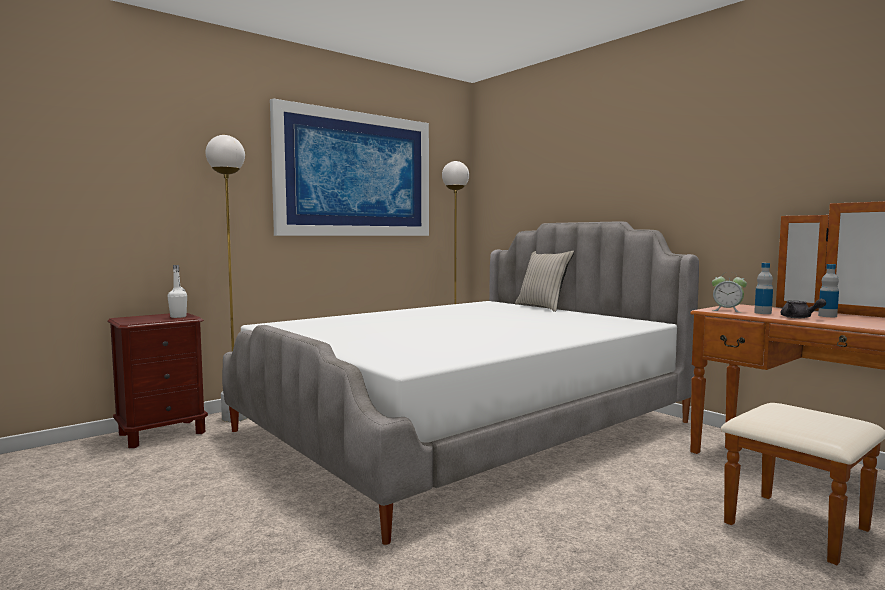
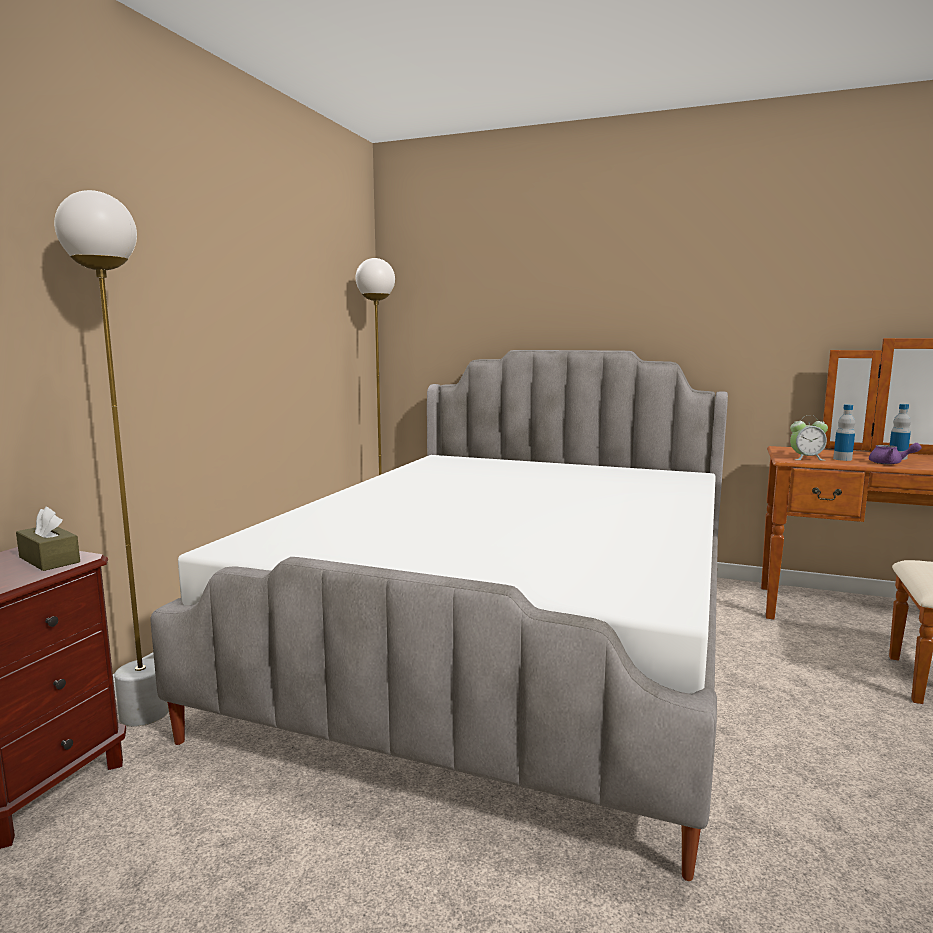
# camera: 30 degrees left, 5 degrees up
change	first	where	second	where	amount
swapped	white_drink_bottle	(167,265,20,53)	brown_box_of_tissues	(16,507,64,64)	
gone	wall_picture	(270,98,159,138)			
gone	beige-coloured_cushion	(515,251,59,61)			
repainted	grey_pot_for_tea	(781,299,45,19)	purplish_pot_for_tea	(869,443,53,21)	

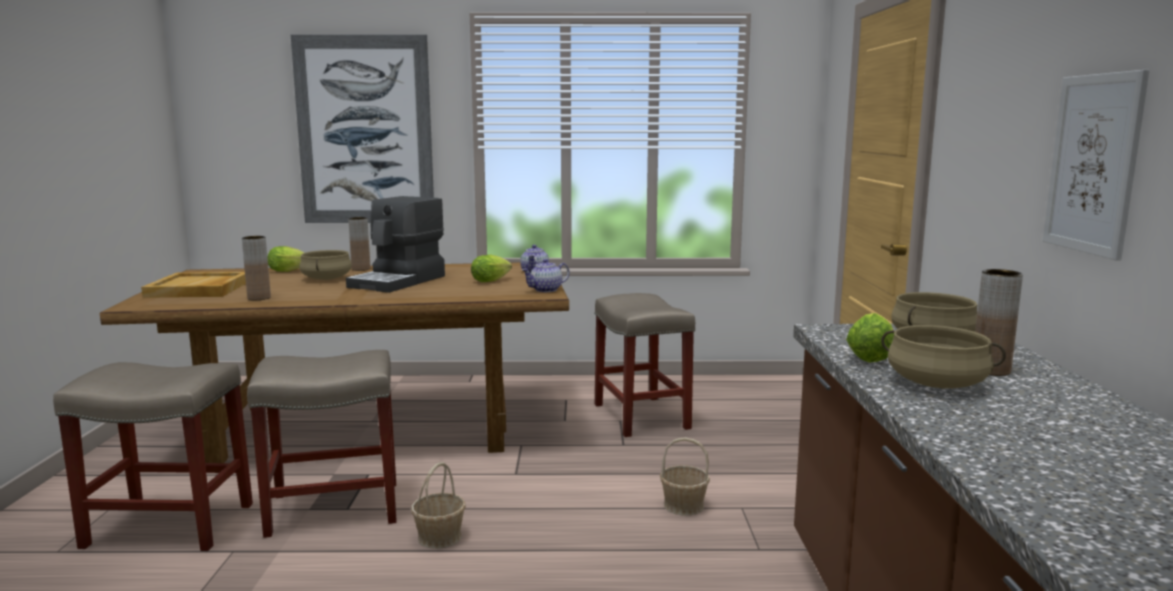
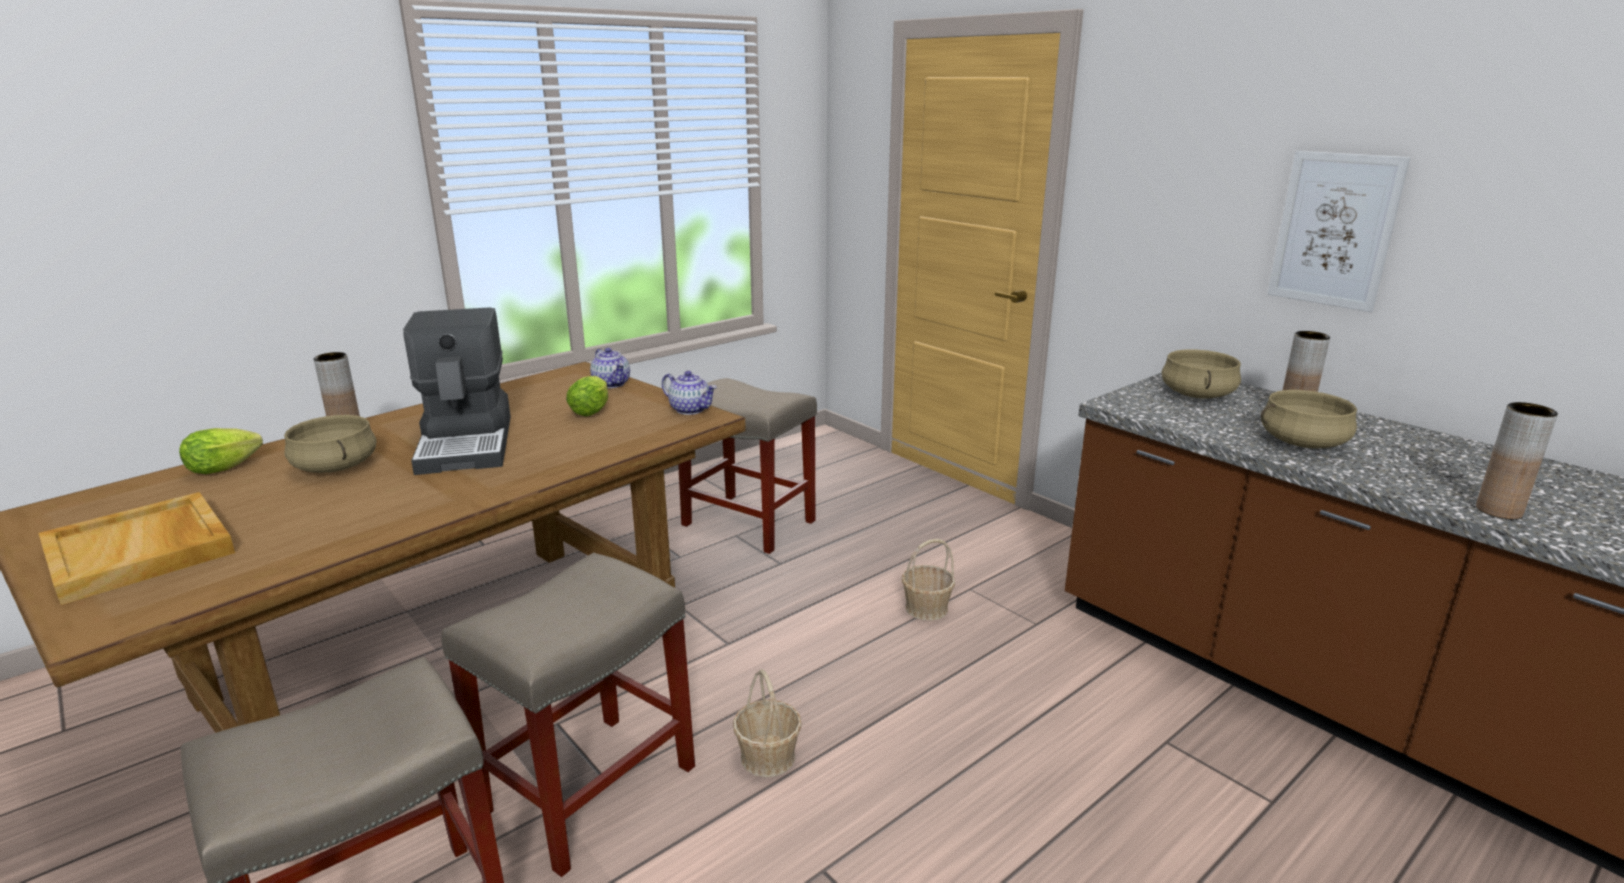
# camera: 40 degrees left, 10 degrees up
change	first	where	second	where	amount
shifted	brown_vase	(242,236,29,64)		(1476,402,82,117)	
gone	wall_picture	(291,35,143,188)			
rotated	pot_for_tea	(522,259,48,33)		(662,371,55,44)	75 degrees counterclockwise
gone	head_of_lettuce	(846,313,48,50)			

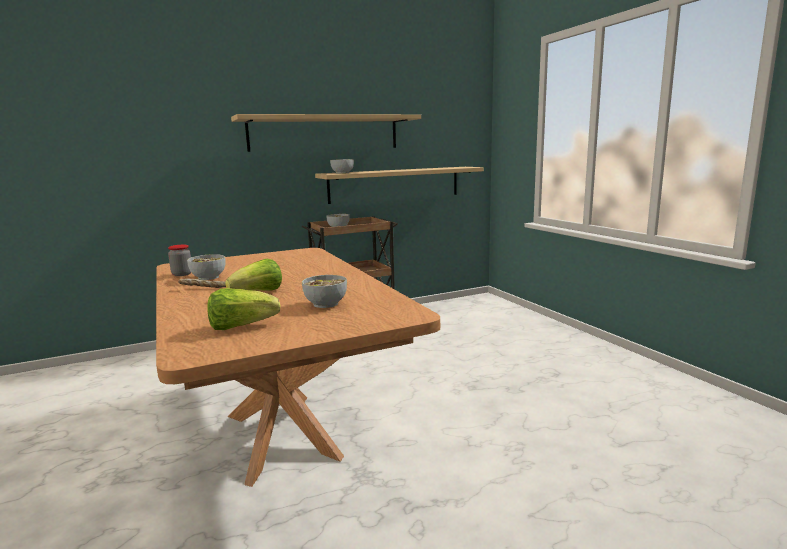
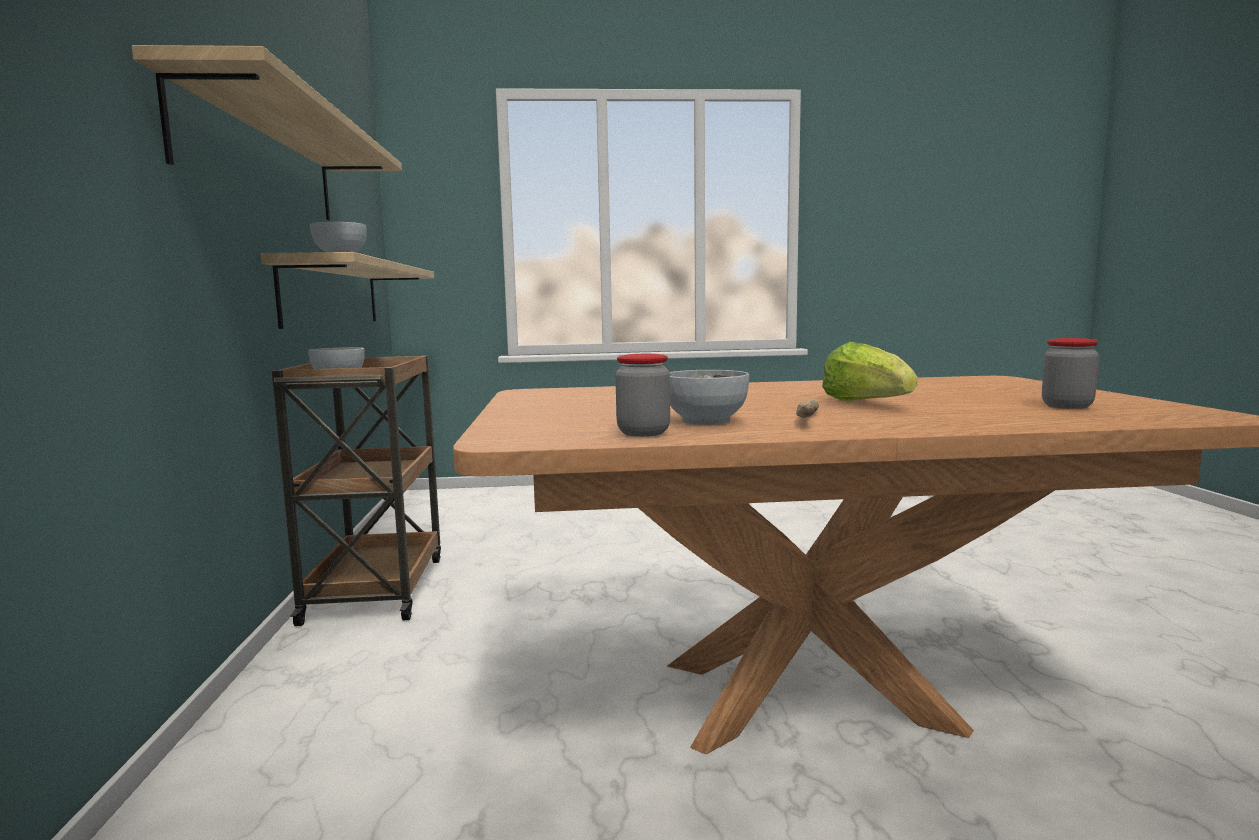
# camera: 70 degrees left, 5 degrees down
change	first	where	second	where	amount
swapped	head_of_lettuce	(207,288,74,42)	preserve_jar	(1042,338,57,71)	
gone	serving_bowl	(302,275,45,33)			

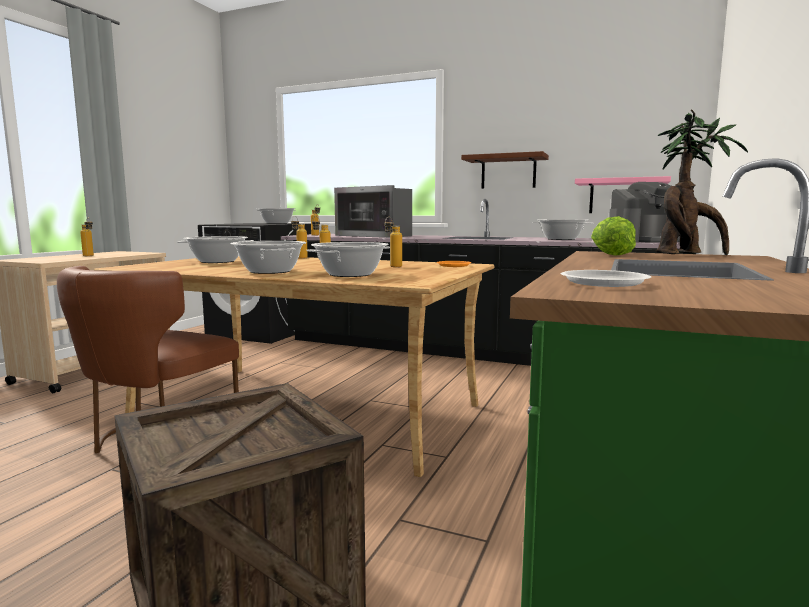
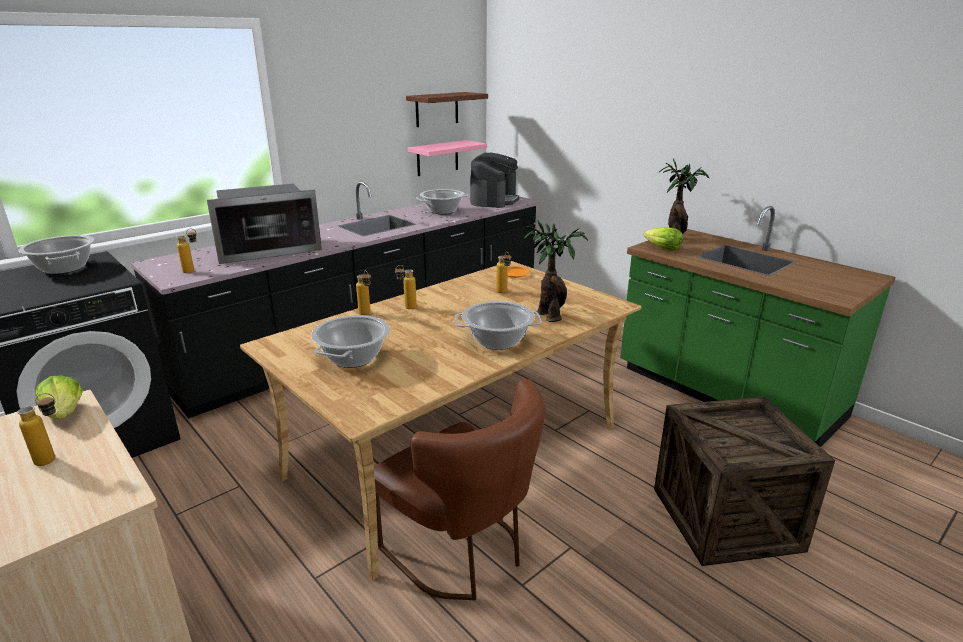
# camera: 65 degrees left, 15 degrees up
change	first	where	second	where	amount
swapped	saucepot	(306,242,84,35)	houseplant	(523,220,65,102)	
shifted	brown_bracket_shelf	(461,151,88,38)		(406,92,82,35)	
gone	white_flat_dish	(560,270,91,17)			
new			head_of_lettuce	(35,376,48,43)	

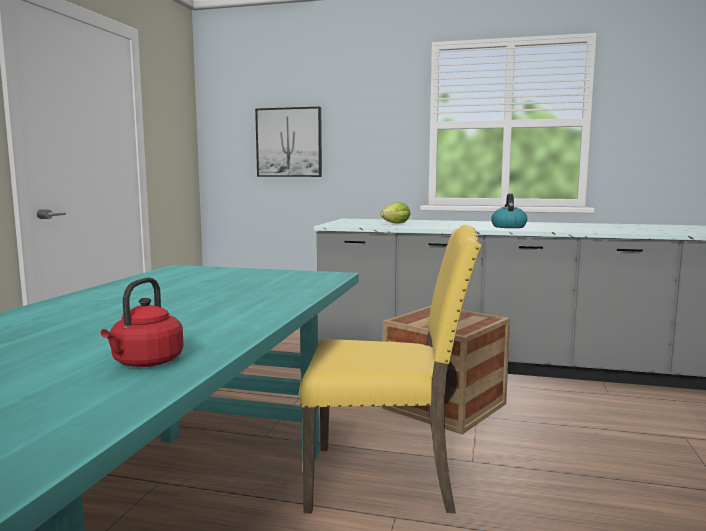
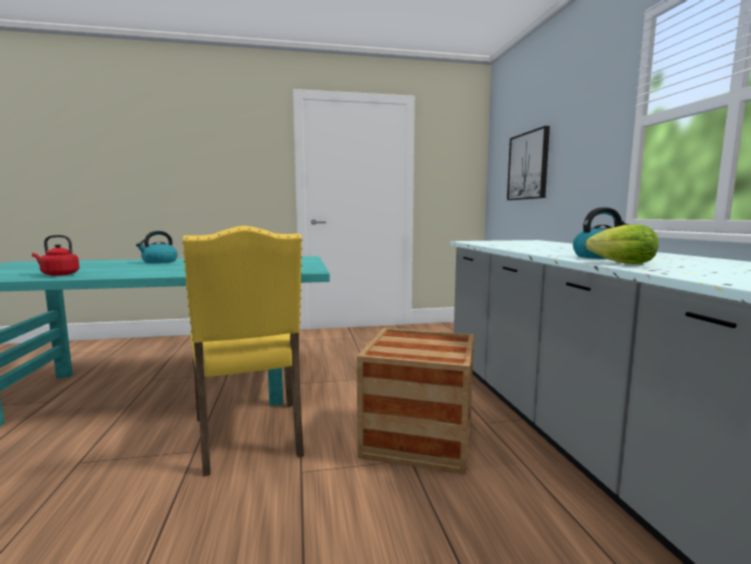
# camera: 65 degrees right, 0 degrees up
change	first	where	second	where	amount
shifted	head_of_lettuce	(380,202,31,22)		(585,225,74,39)	
new			tea_kettle	(136,231,42,32)	

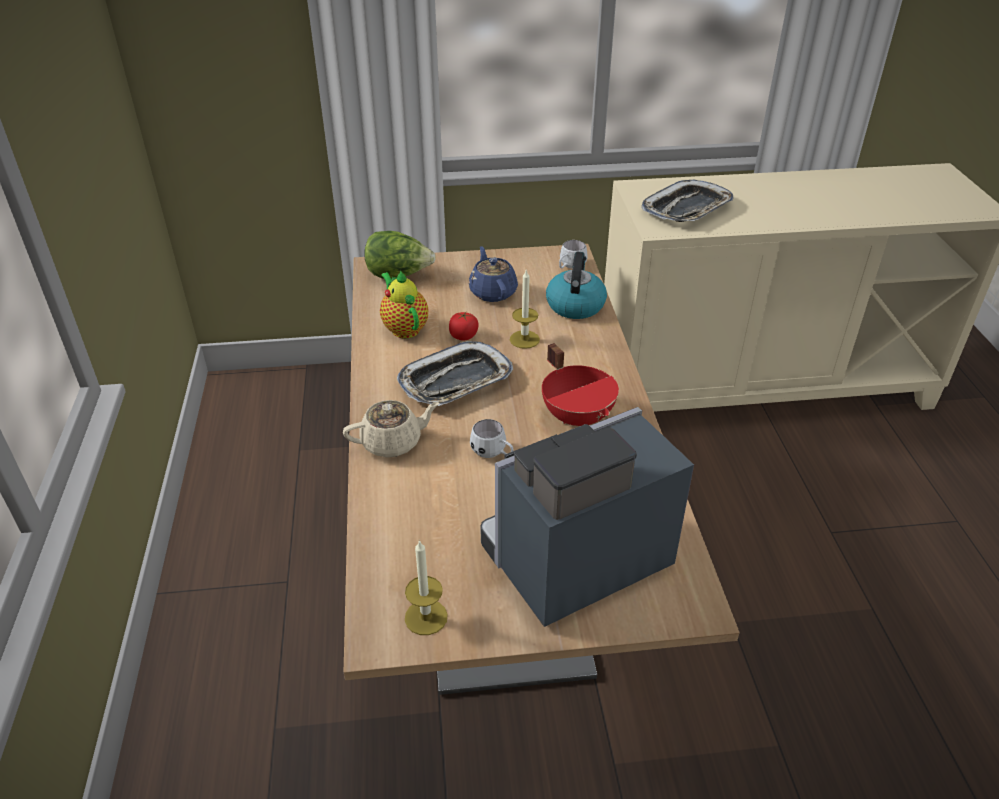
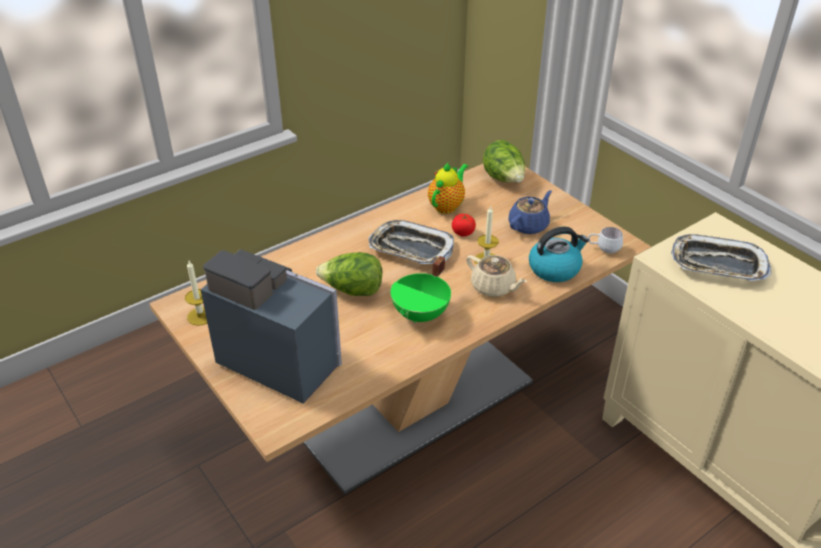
# camera: 60 degrees right, 0 degrees up
change	first	where	second	where	amount
shifted	beige-coloured_pot_for_tea	(343,400,96,58)		(466,255,61,42)	
swapped	white_tea_mug	(470,419,44,39)	head_of_lettuce	(316,252,66,44)	
repainted	red_saucepot	(542,343,77,83)	green_saucepot	(391,256,60,67)	

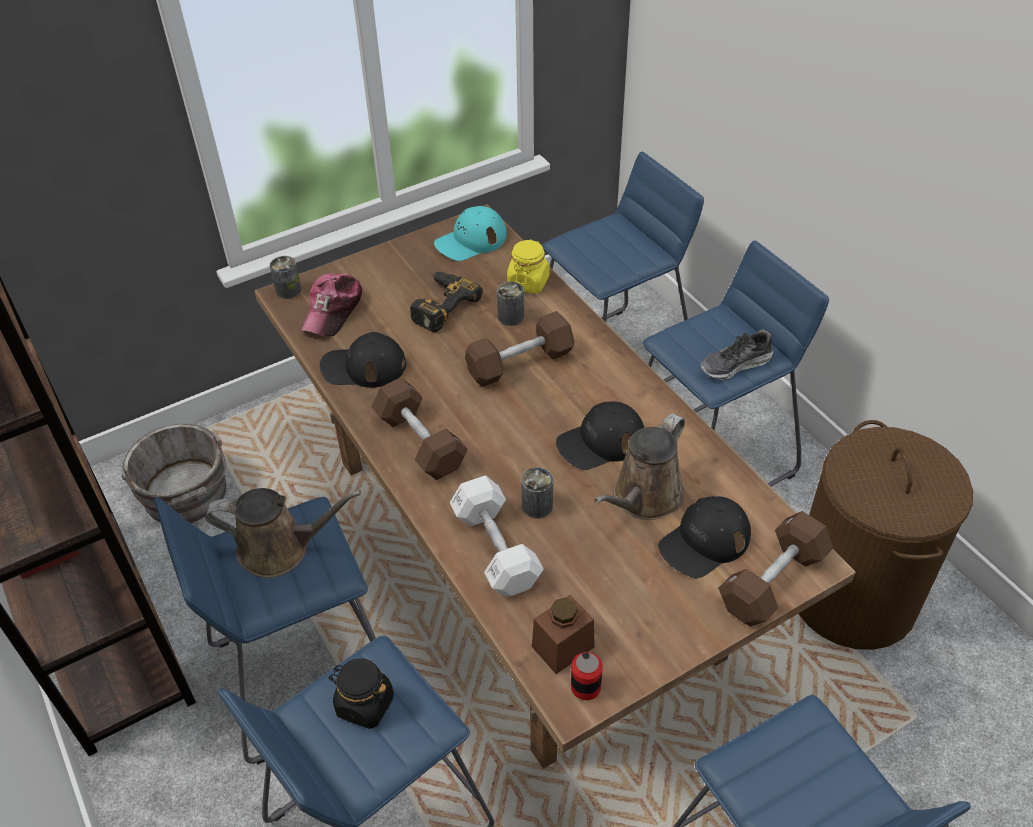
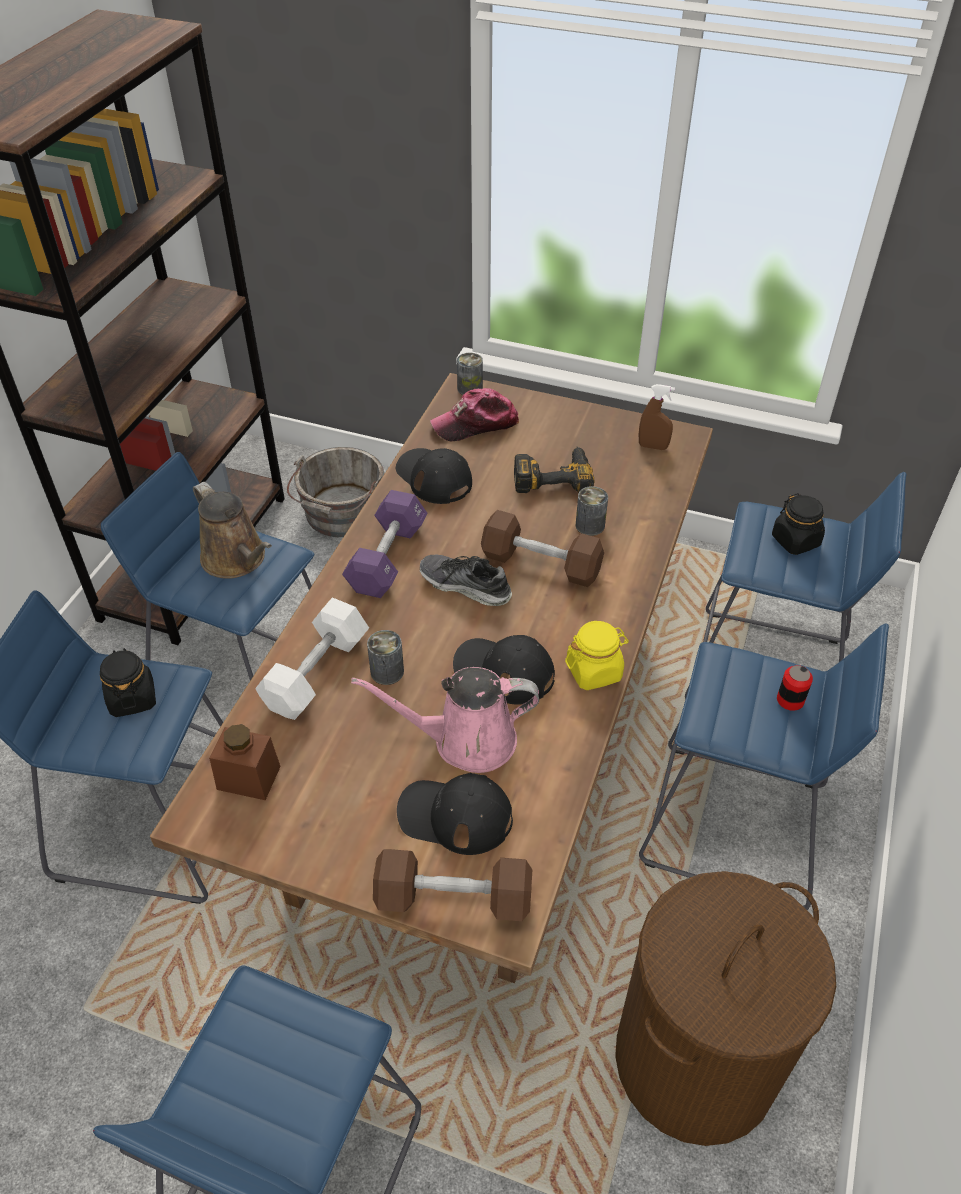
# camera: 50 degrees right, 0 degrees up
change	first	where	second	where	amount
repainted	brown_dumbbell	(372,377,96,103)	purplish_dumbbell	(342,490,85,108)	
swapped	turquoise_peaked_cap	(434,206,73,55)	brown_sprayer	(638,384,37,66)	
shifted	yellow-coloured_preserve_jar	(507,239,43,55)		(565,621,64,69)	
shifted	can	(571,652,32,48)		(777,665,36,46)	
repainted	brown_sprinkling_can	(595,414,90,106)	pink_sprinkling_can	(351,667,188,106)	
shifted	shoe	(701,329,72,51)		(419,555,93,51)	
new			black_preserve_jar	(772,493,53,62)	

